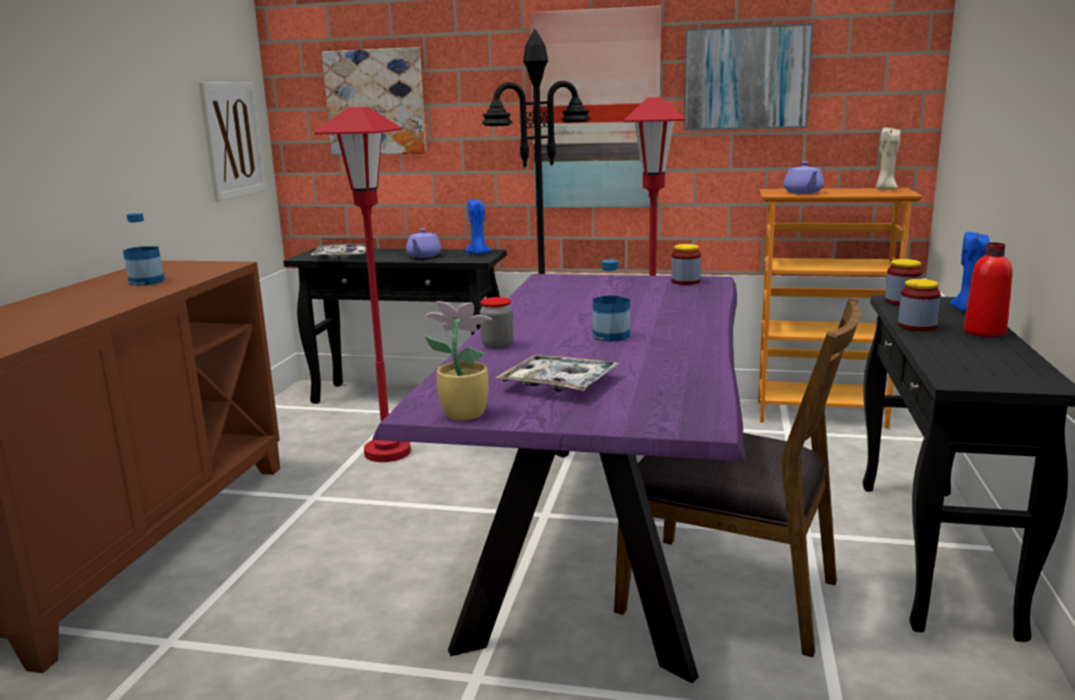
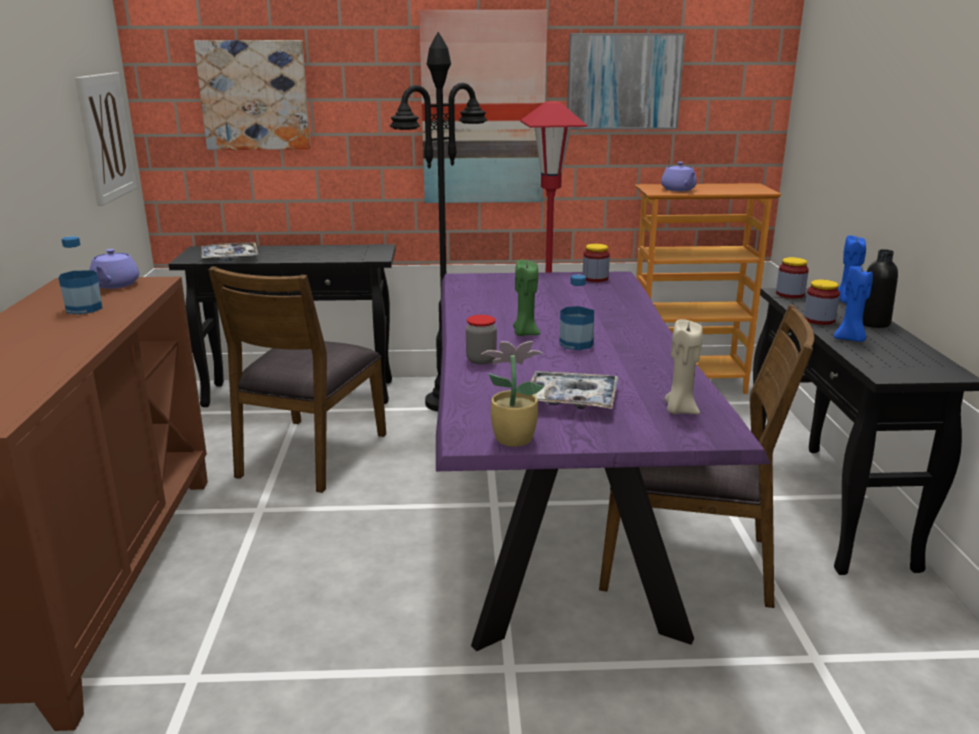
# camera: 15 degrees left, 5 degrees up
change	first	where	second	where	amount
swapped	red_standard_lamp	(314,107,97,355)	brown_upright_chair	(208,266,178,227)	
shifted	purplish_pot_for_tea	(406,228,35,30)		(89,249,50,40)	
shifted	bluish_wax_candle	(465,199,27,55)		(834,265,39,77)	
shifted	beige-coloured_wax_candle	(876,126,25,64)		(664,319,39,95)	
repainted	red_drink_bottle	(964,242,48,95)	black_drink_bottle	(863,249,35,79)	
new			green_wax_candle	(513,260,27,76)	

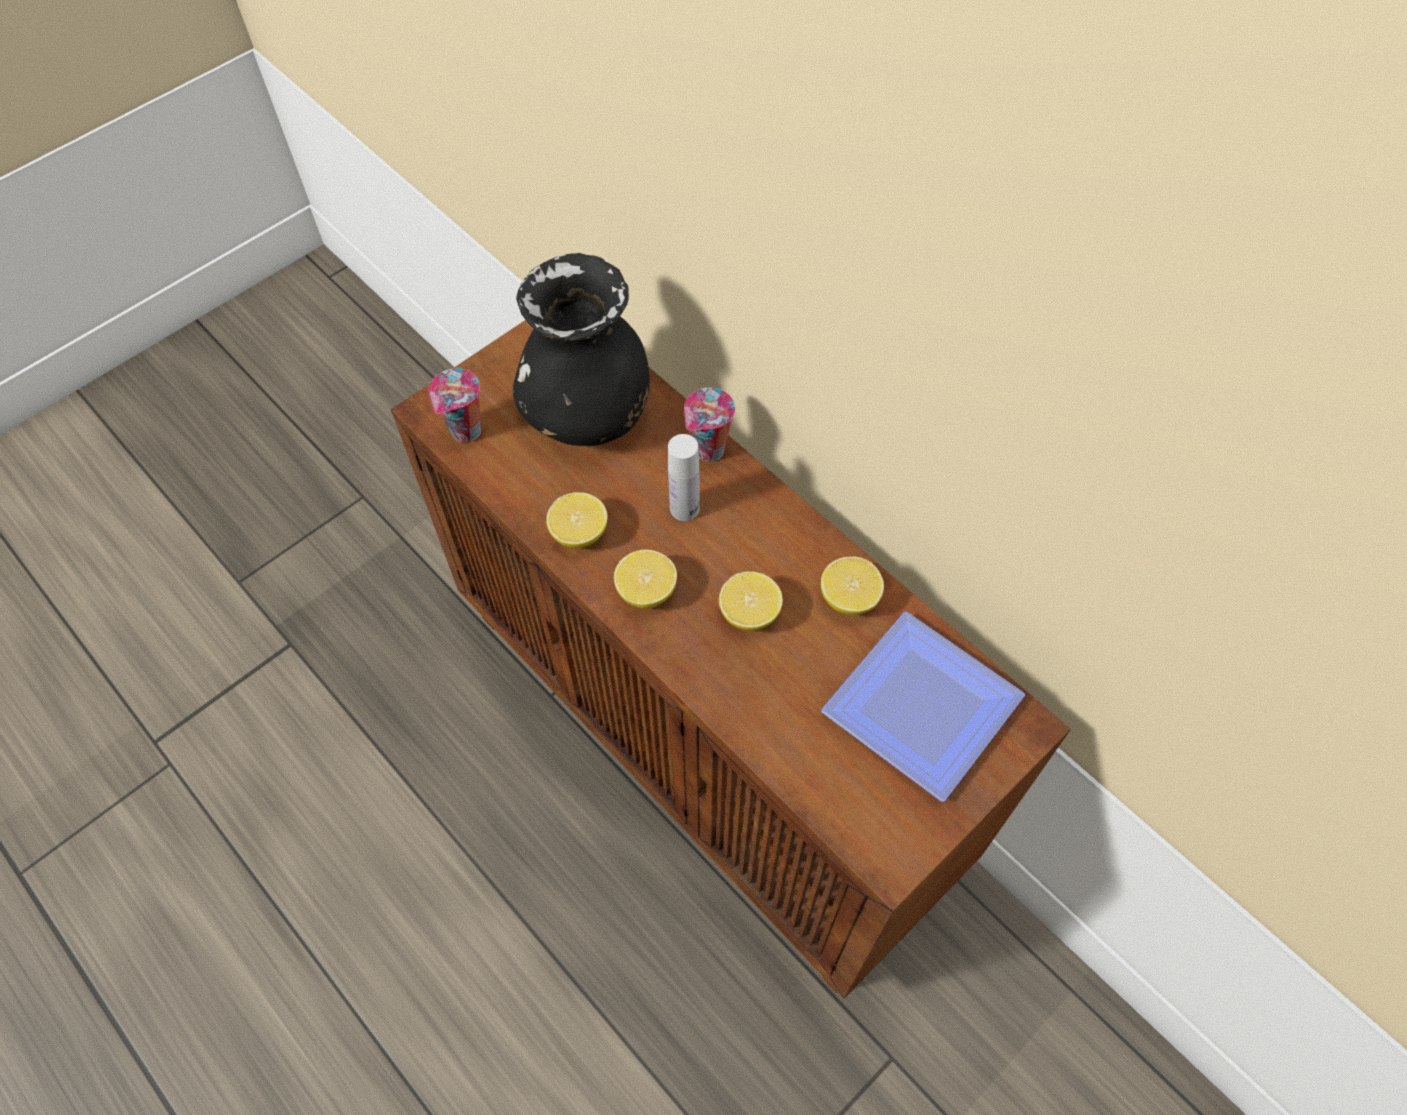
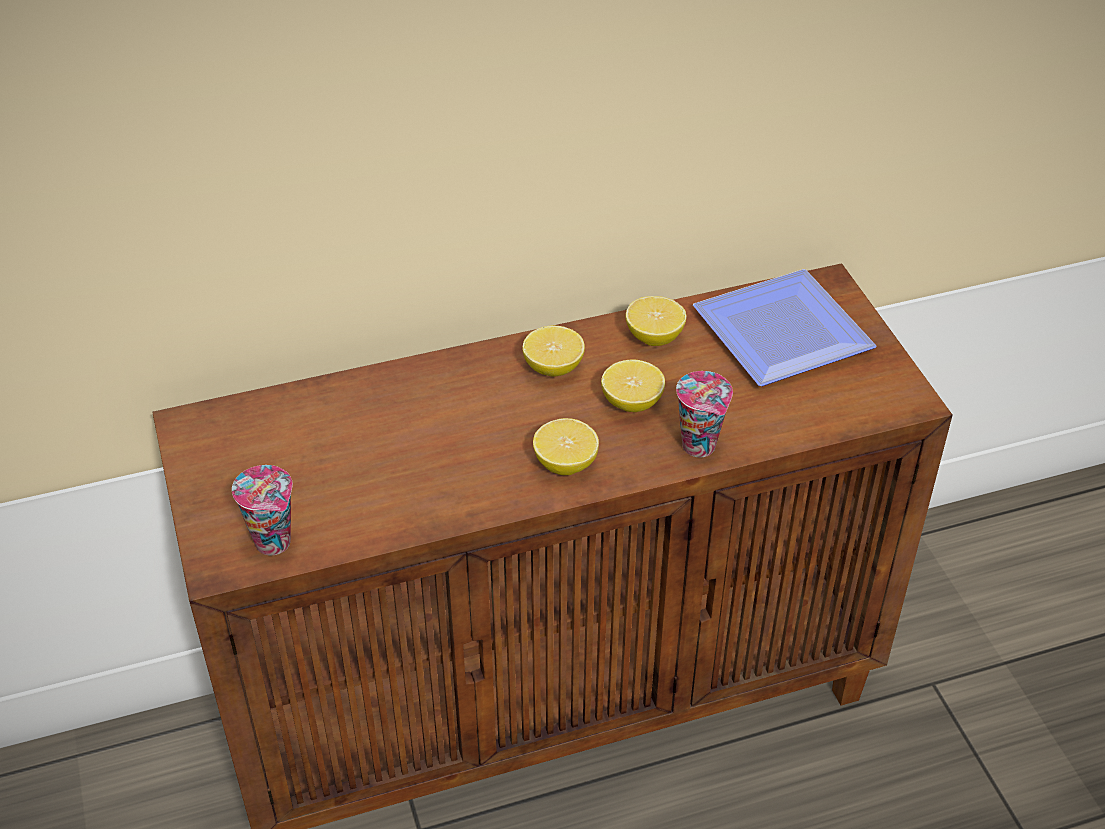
# camera: 65 degrees left, 15 degrees down
change	first	where	second	where	amount
gone	black_vase	(513,253,137,193)			
shifted	whole_lemon	(546,492,62,56)		(522,326,63,51)	
gone	white_drink_bottle	(668,434,31,87)			
shifted	drinking_cup	(684,388,51,74)		(676,371,57,86)	

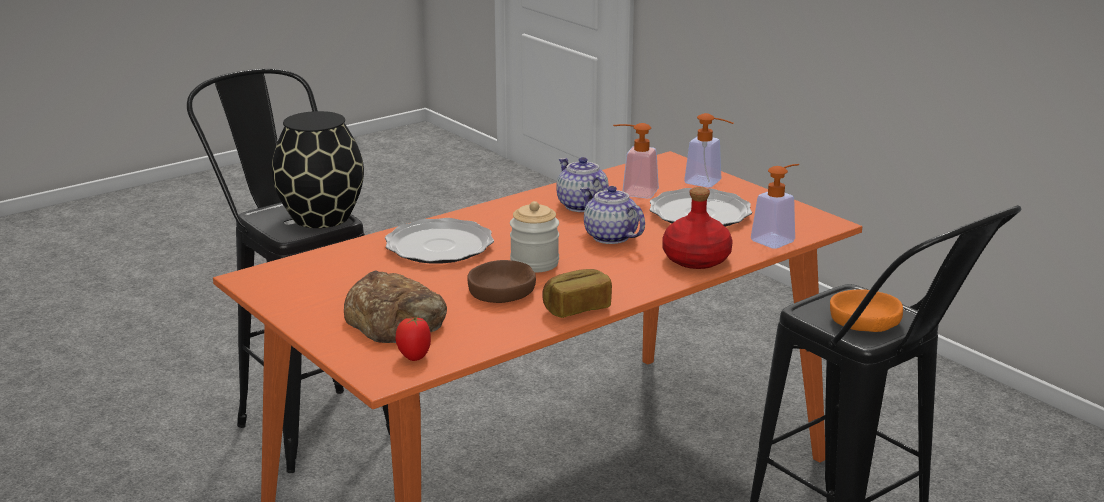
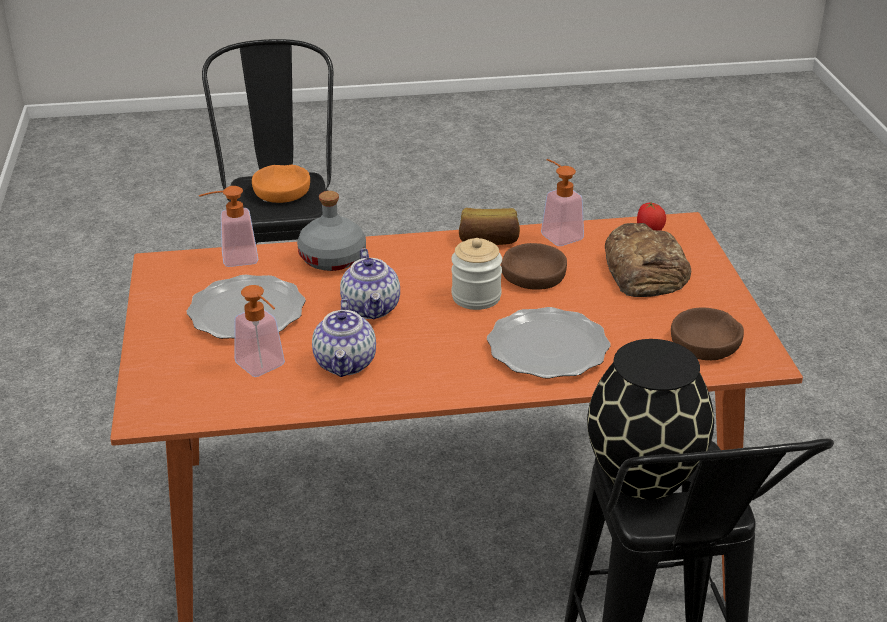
# camera: 150 degrees left, 10 degrees up
change	first	where	second	where	amount
repainted	red_drink_bottle	(662,187,70,82)	grey_drink_bottle	(297,191,69,80)	
shifted	liquid_soap_bottle	(684,113,49,75)		(541,159,43,87)	
new			brown_serving_bowl	(671,307,73,53)	

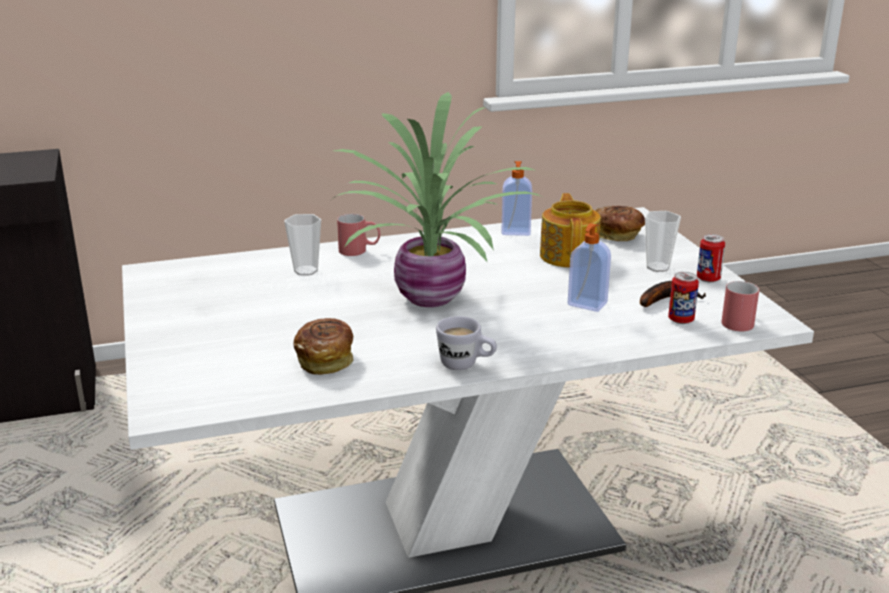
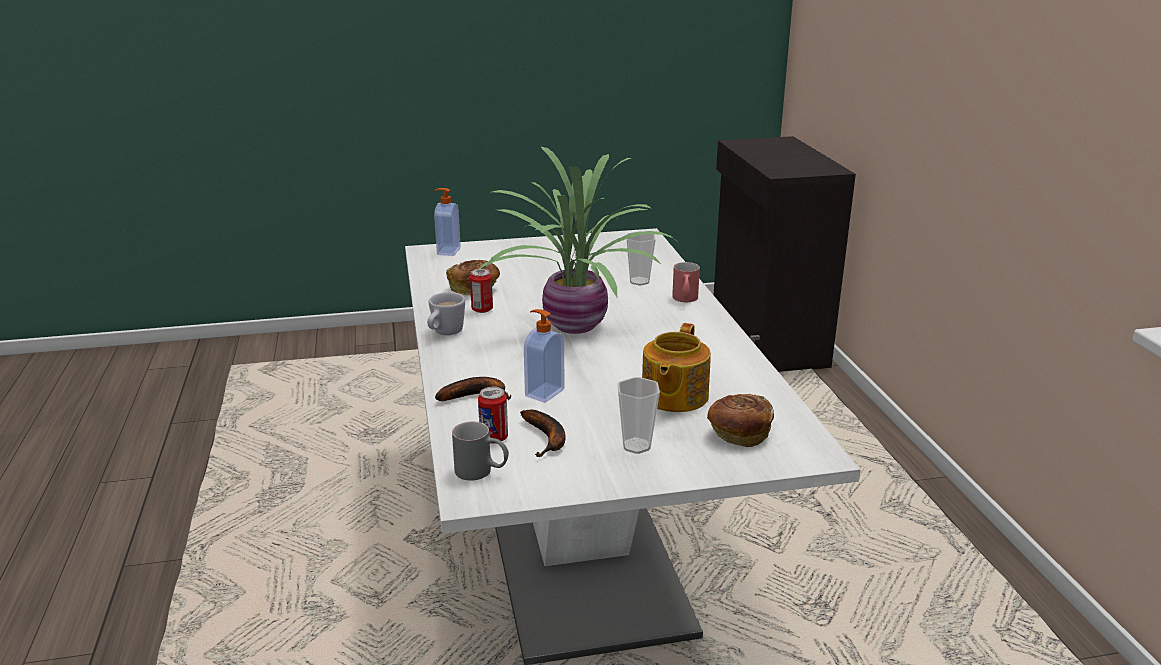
# camera: 95 degrees right, 0 degrees up
change	first	where	second	where	amount
shifted	liquid_soap_bottle	(501,161,31,75)		(434,188,27,68)	
rotated	pot_for_tea	(540,193,61,75)		(642,323,69,89)	105 degrees clockwise
shifted	can	(697,234,28,48)		(470,269,23,44)	
repainted	red_tea_mug	(721,281,38,50)	grey_tea_mug	(452,421,57,60)	
new			banana	(435,377,76,24)	

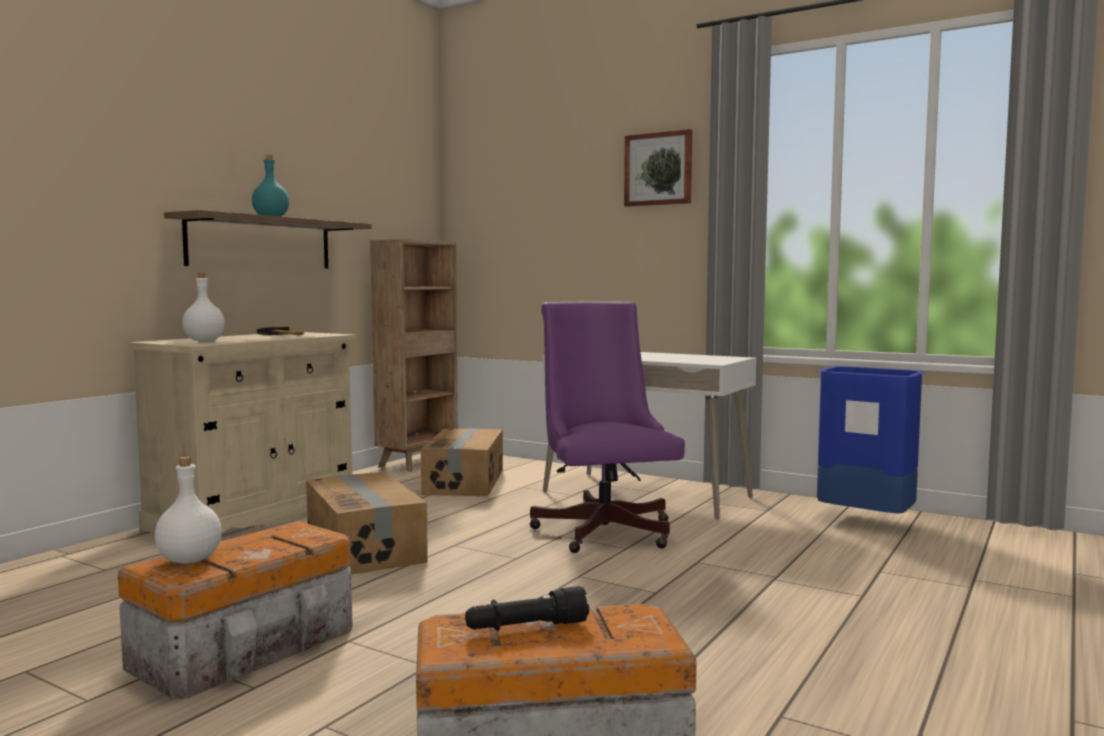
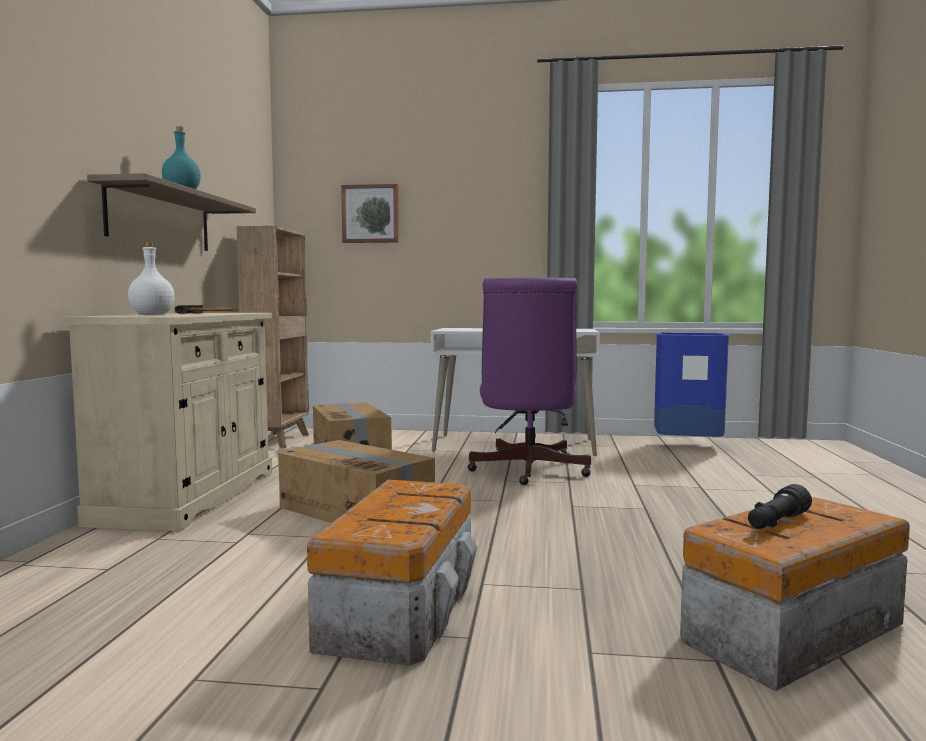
# camera: 25 degrees left, 0 degrees up
change	first	where	second	where	amount
gone	white_drink_bottle	(155,457,66,107)			
rotated	purplish_desk_chair	(530,302,155,251)		(467,277,124,208)	135 degrees counterclockwise
shifted	wall_picture	(624,129,68,78)		(341,184,58,59)	

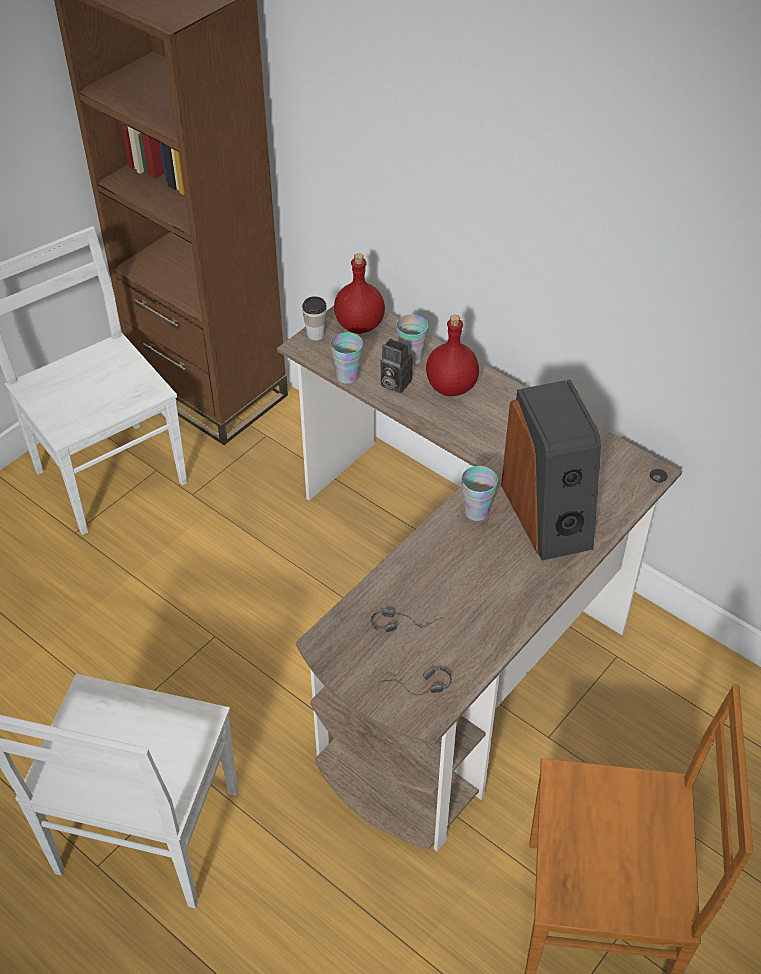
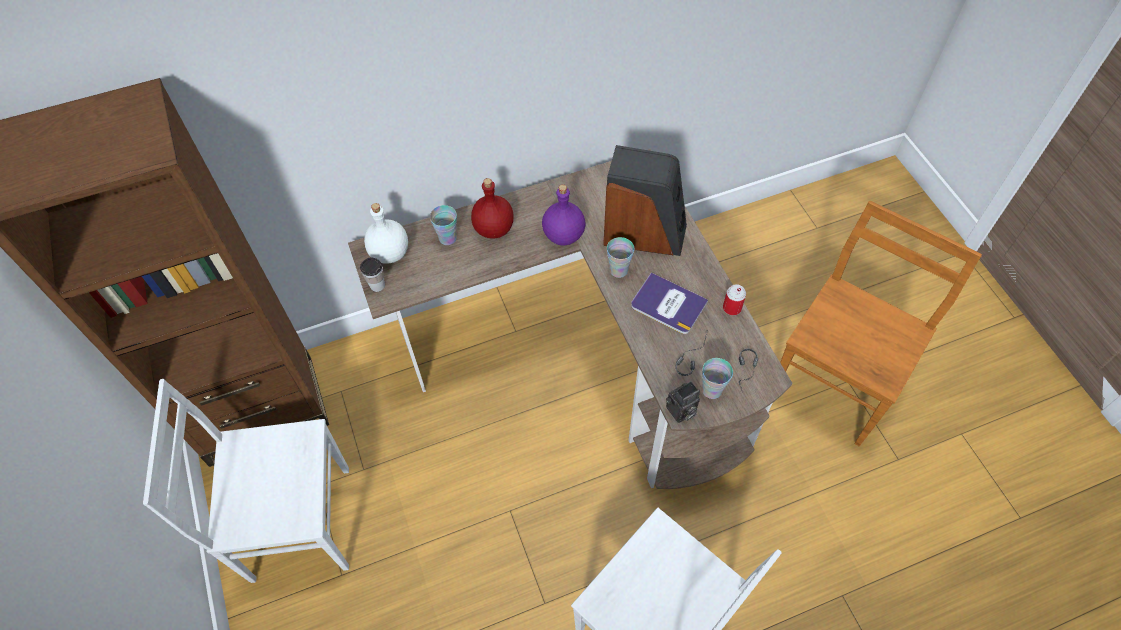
# camera: 60 degrees left, 10 degrees up
change	first	where	second	where	amount
shifted	drinking_cup	(330,332,33,52)		(702,358,31,41)	
repainted	red_drink_bottle	(334,253,51,81)	white_drink_bottle	(364,203,44,61)	
shifted	still_camera	(380,339,33,54)		(666,381,34,42)	
new			purplish_drink_bottle	(542,185,43,61)	
new			bound_book	(631,273,77,61)	
new			can	(723,284,23,31)	

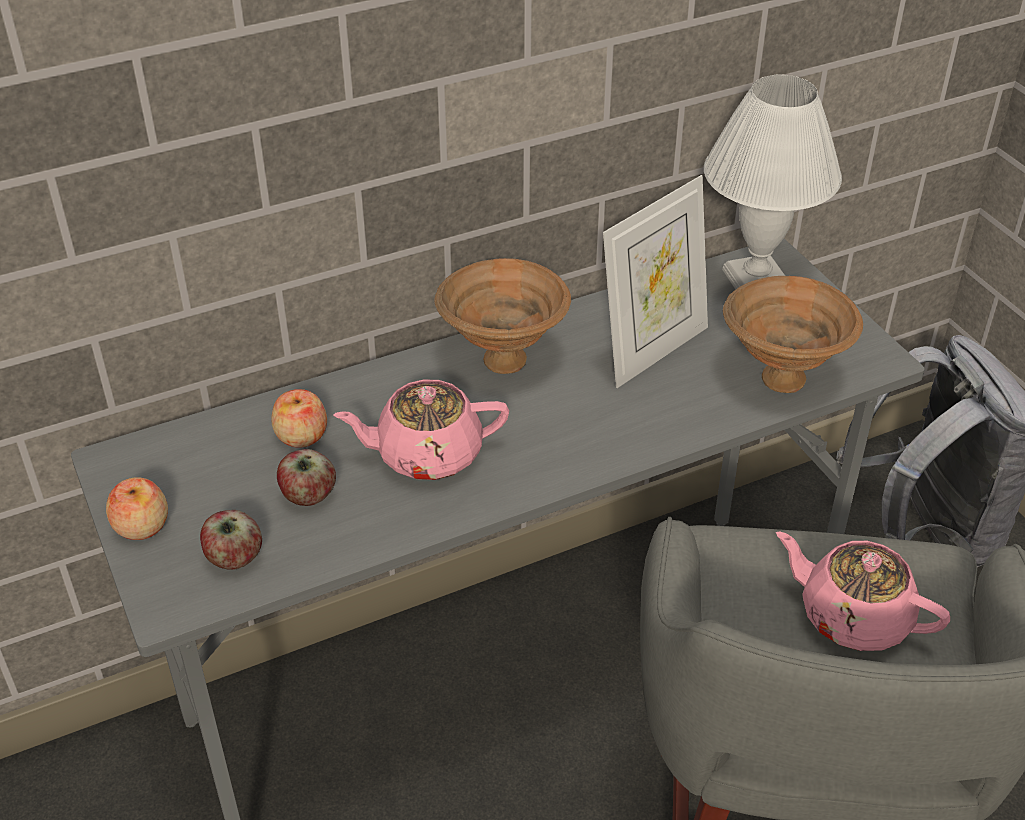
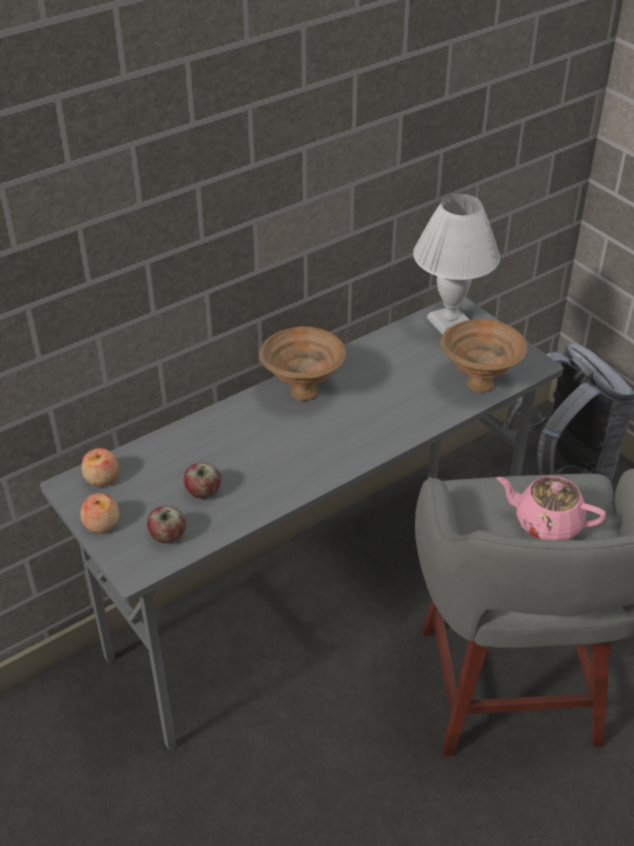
# camera: 10 degrees left, 0 degrees up
change	first	where	second	where	amount
shifted	apple_fruit	(271,389,56,59)		(82,448,37,39)	
gone	pink_pot_for_tea	(333,379,176,101)			
gone	picture_frame	(603,175,105,213)			

